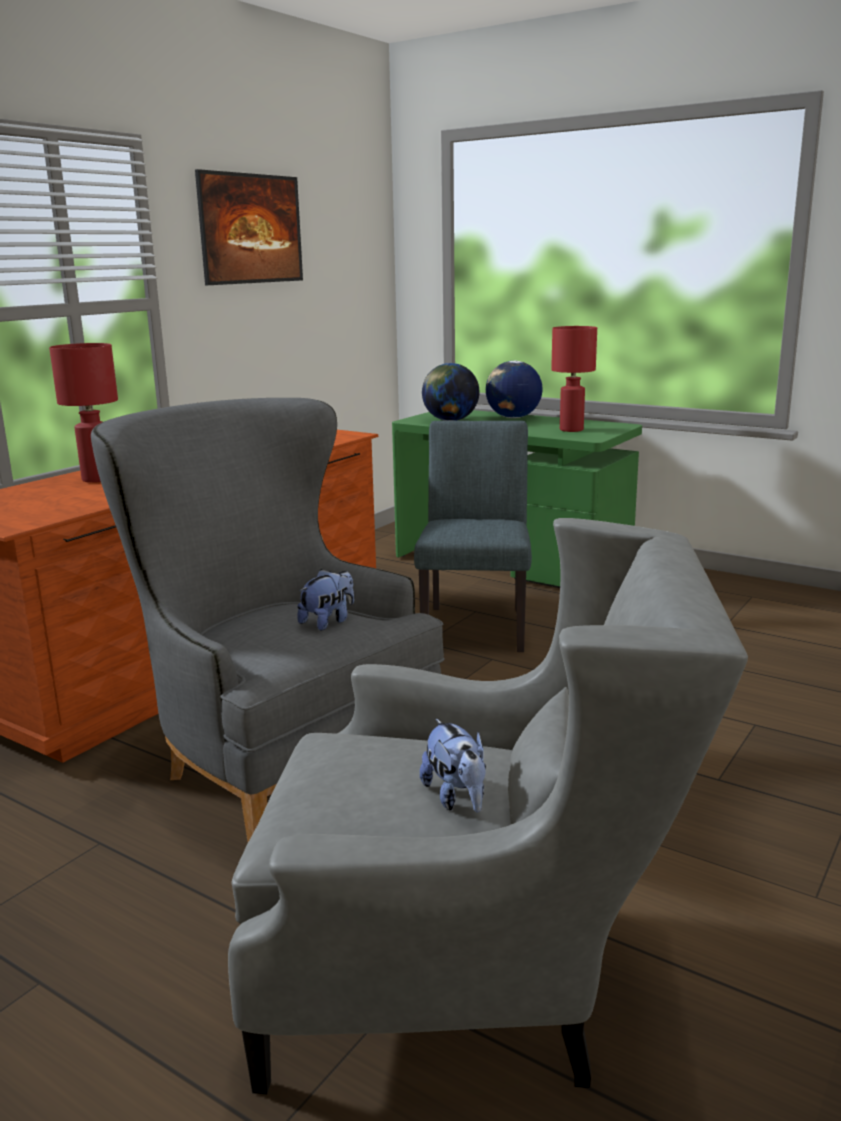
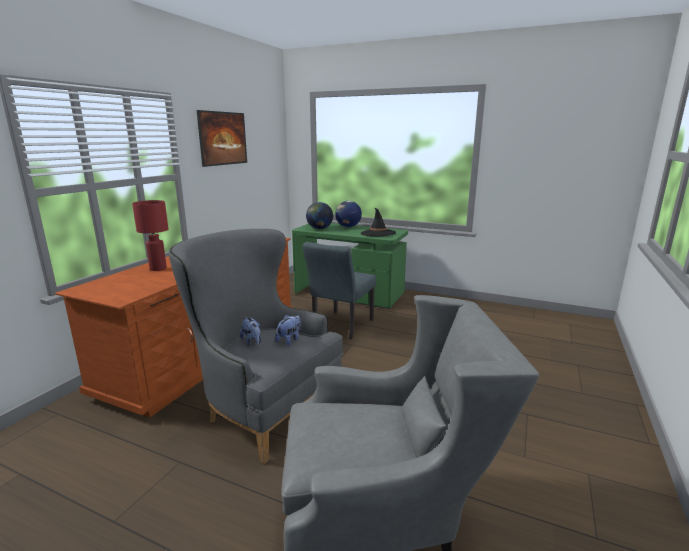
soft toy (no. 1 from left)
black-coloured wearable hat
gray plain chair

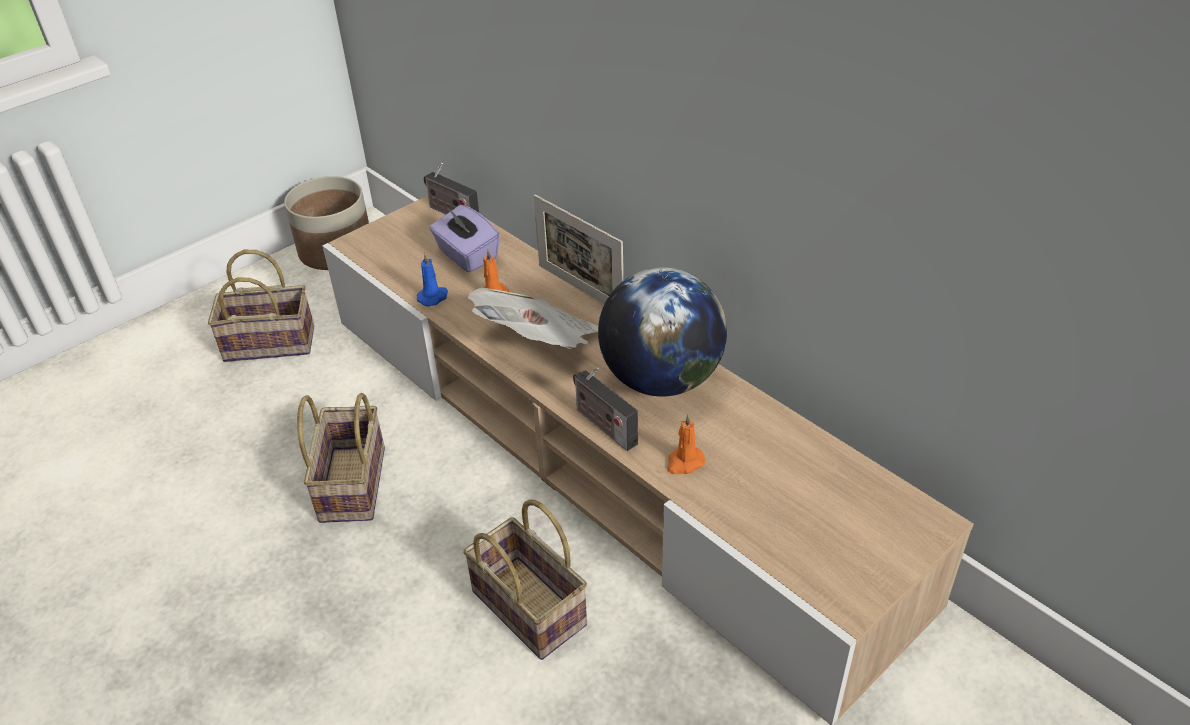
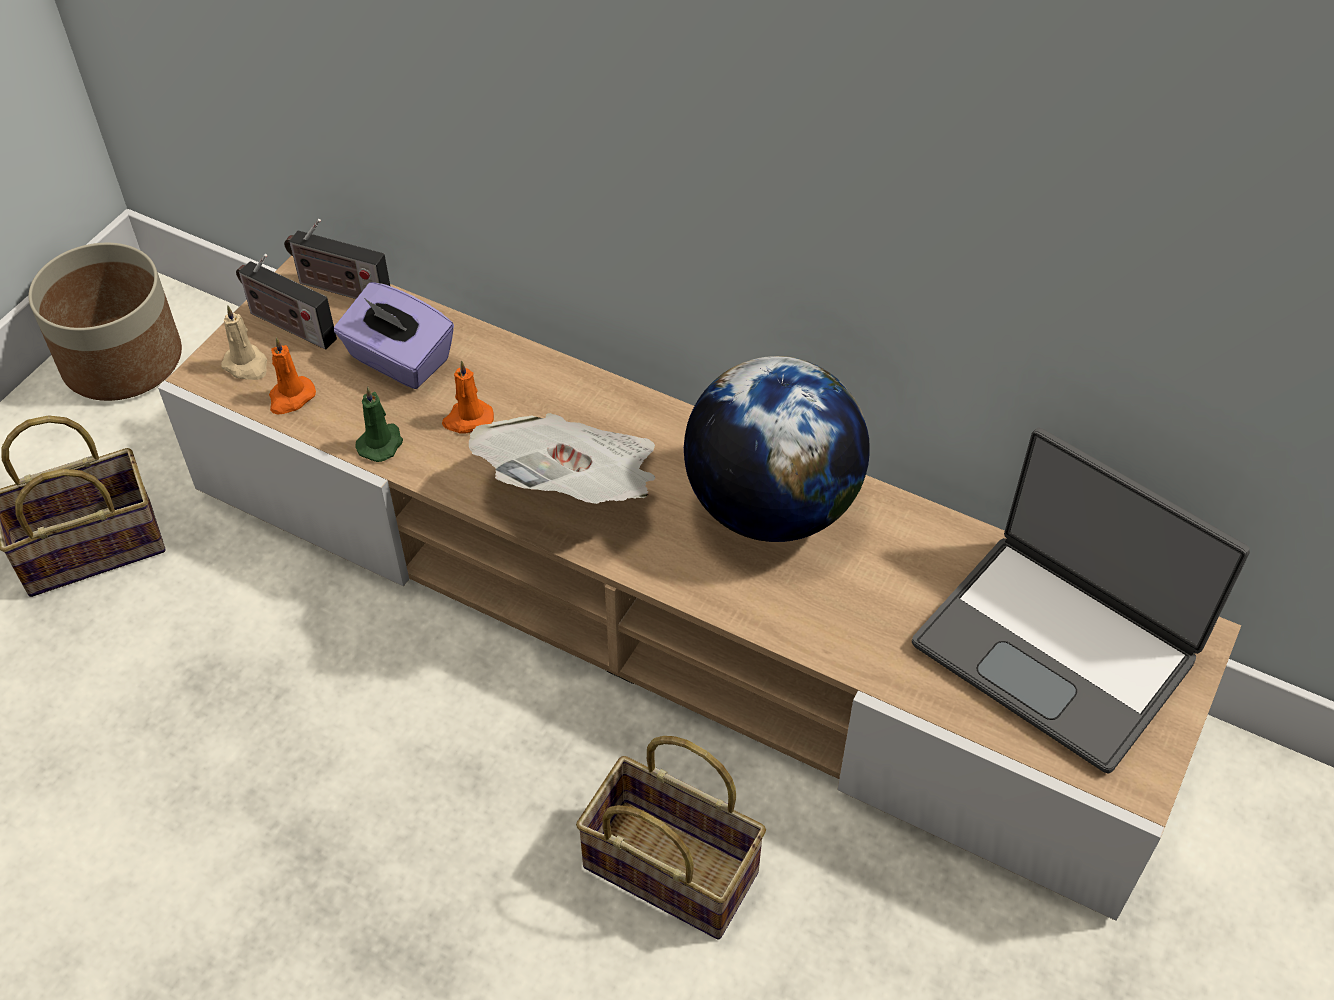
basket (no. 2 from left in the first image)
photo frame
beige wax light
notebook computer
radio set (no. 1 from left)
orange wax light (no. 1 from left)
green-coloured wax light

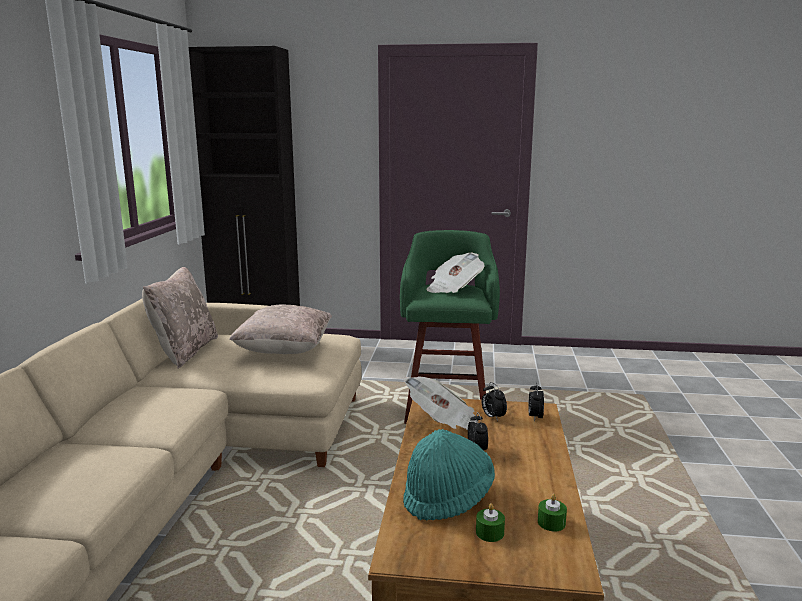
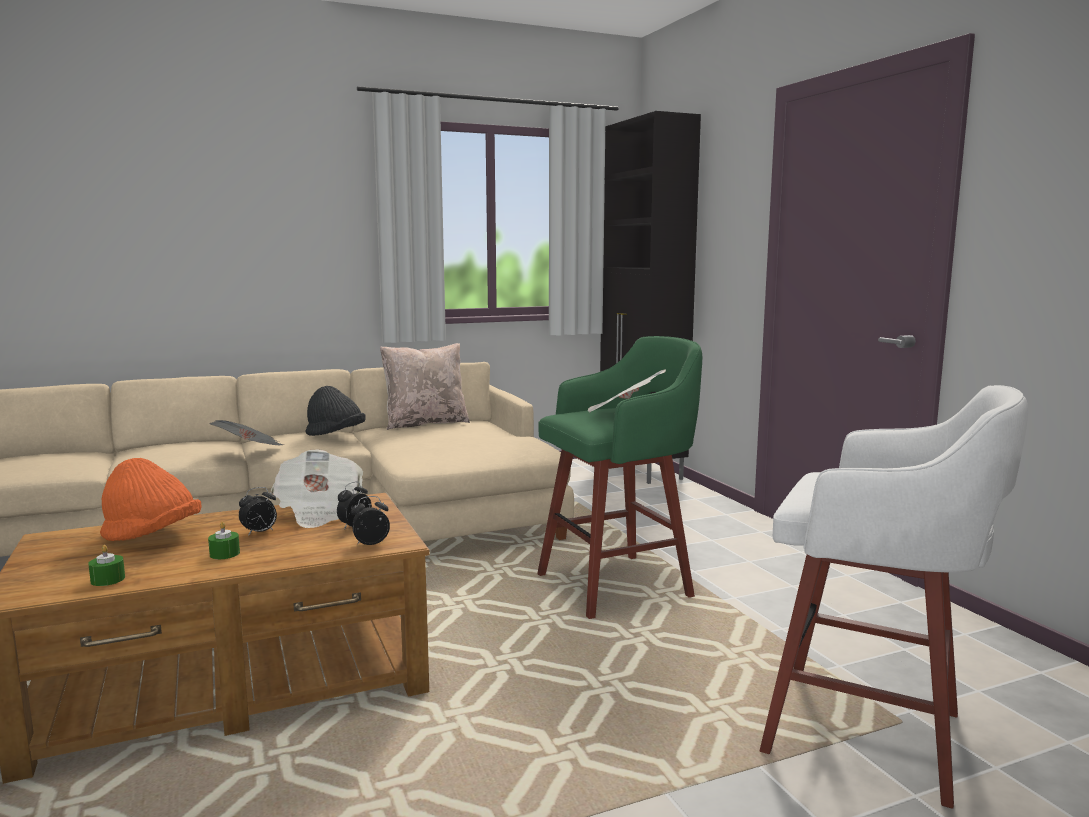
beige pillow (no. 2 from left in the first image)
daily paper (no. 1 from left)
black-coloured wearable hat
whitish stool
green-coloured wax light (no. 2 from left)
orange wearable hat

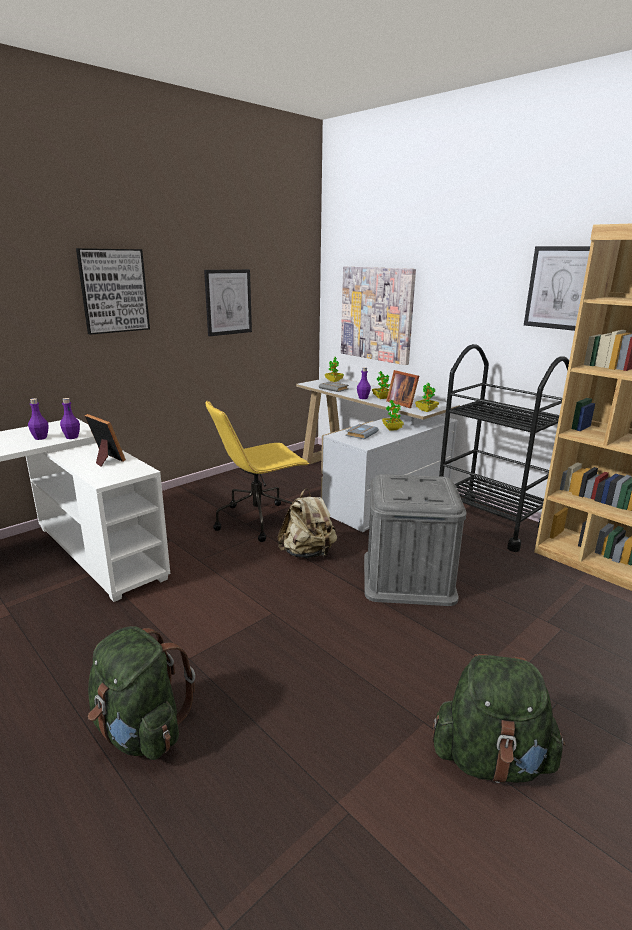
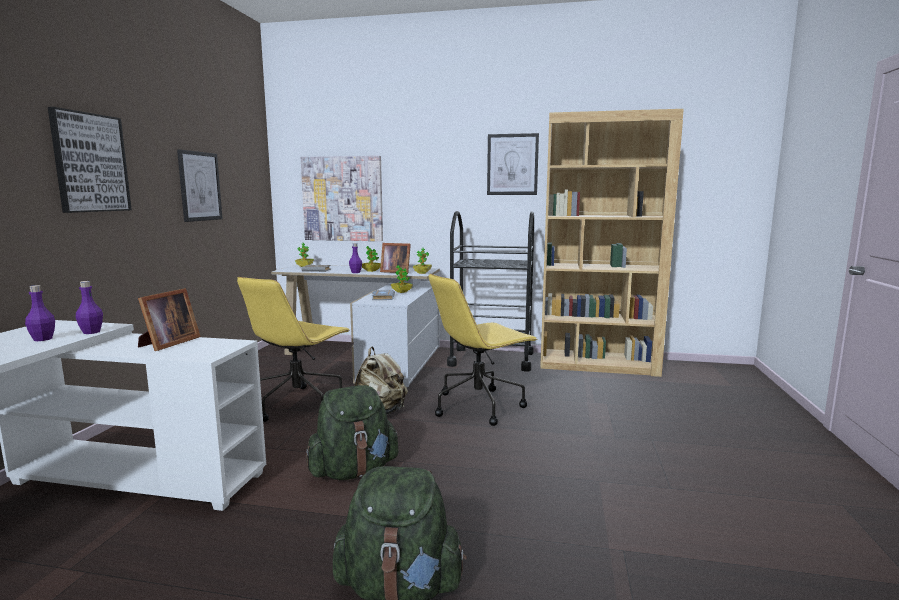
green-coloured backpack (no. 1 from left)
yellowish computer chair (no. 2 from left)
photo frame (no. 1 from left)

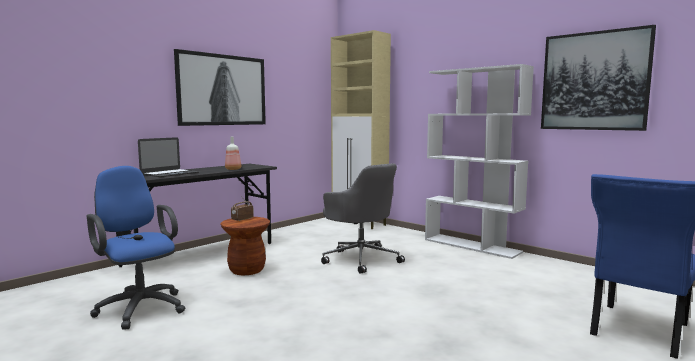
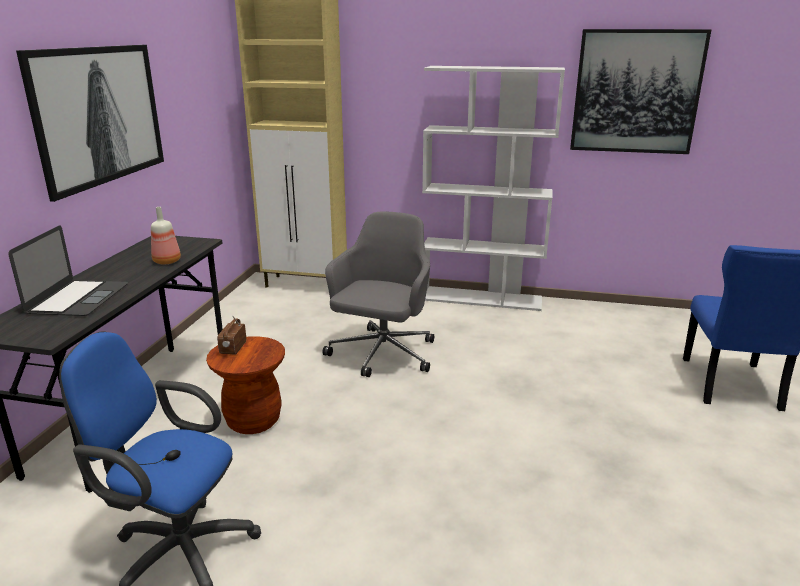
gray computer chair

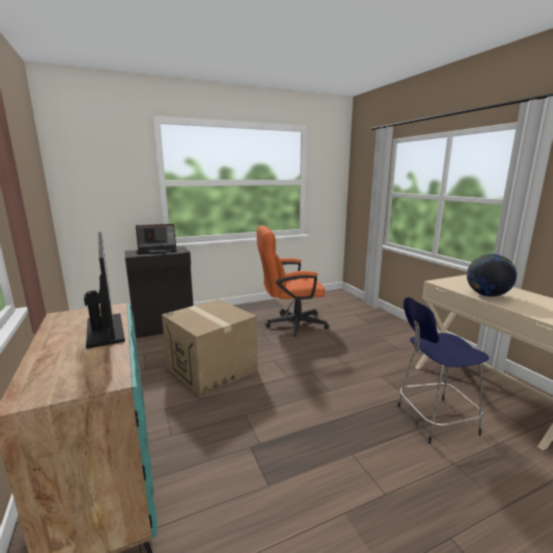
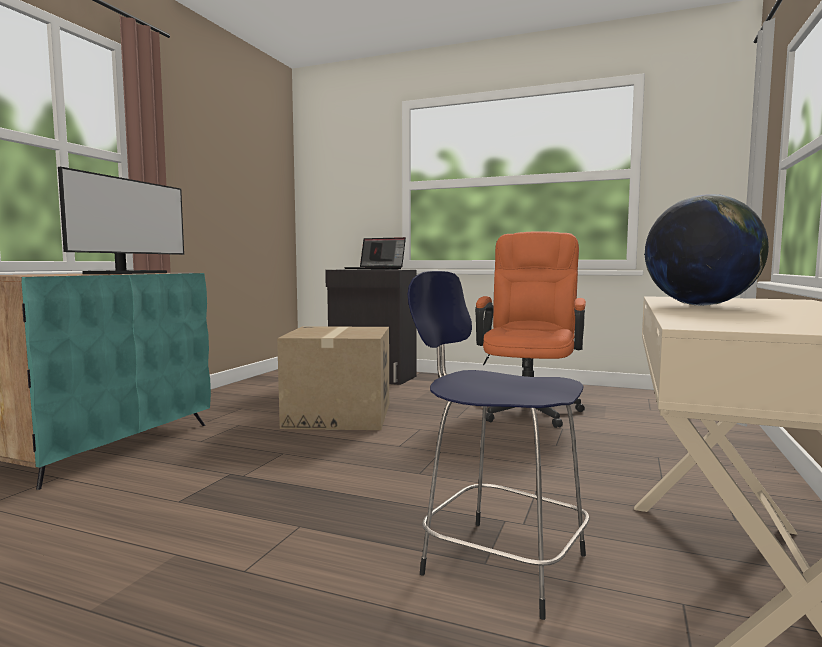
orange computer chair

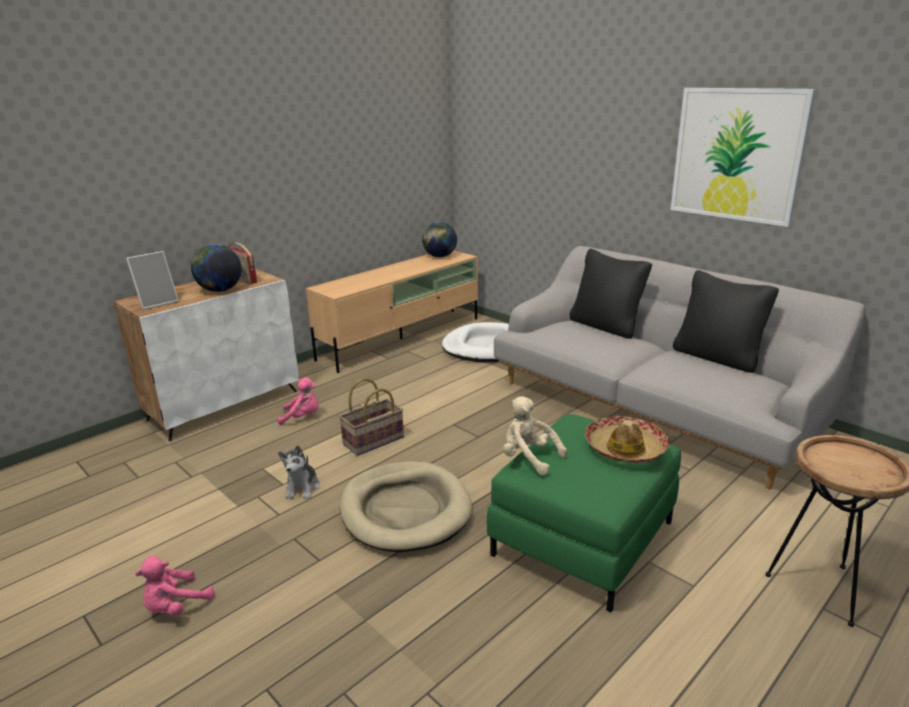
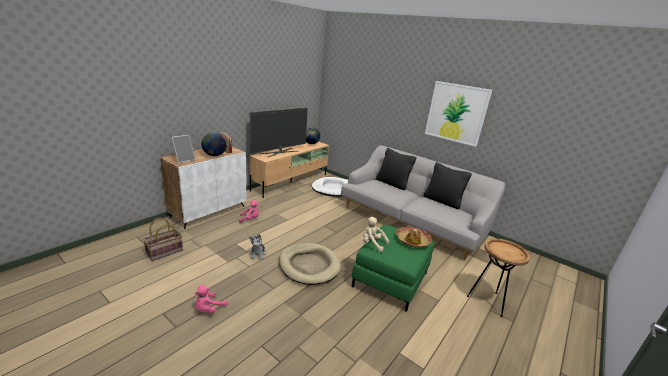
TV set
basket

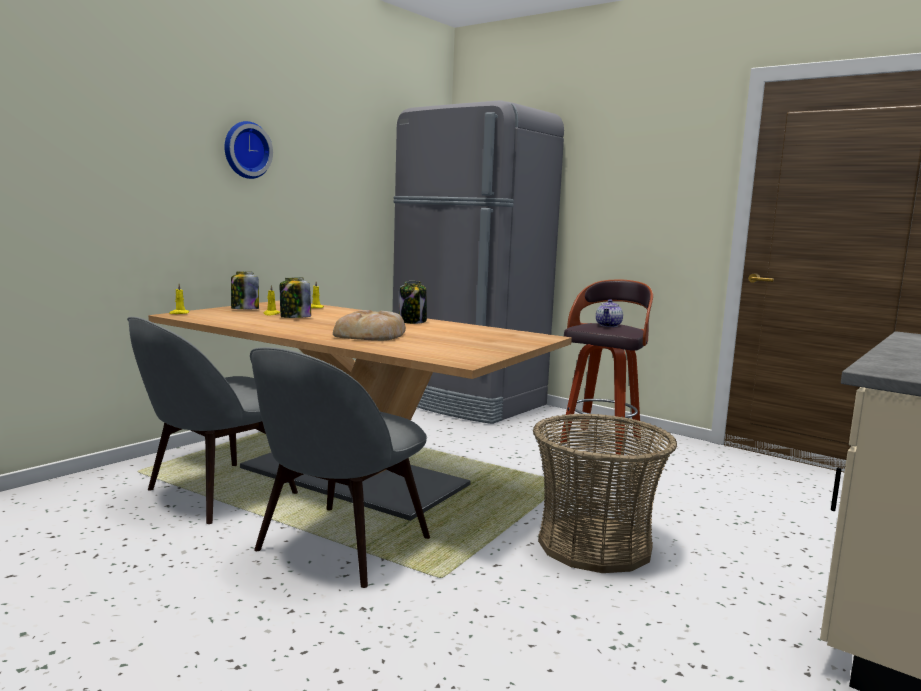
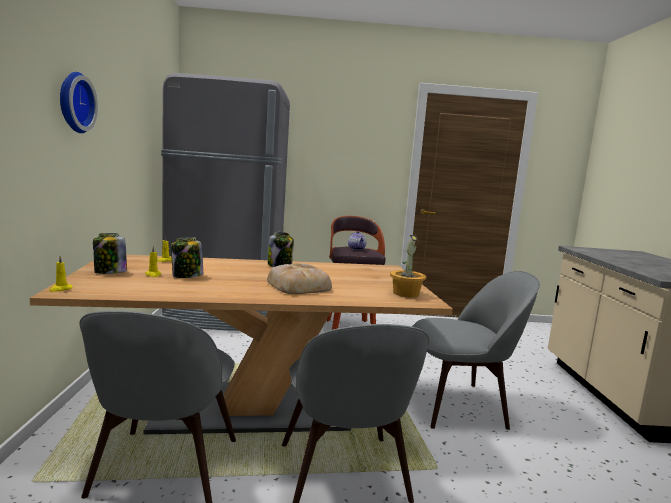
potted plant
gray plain chair (no. 3 from left)

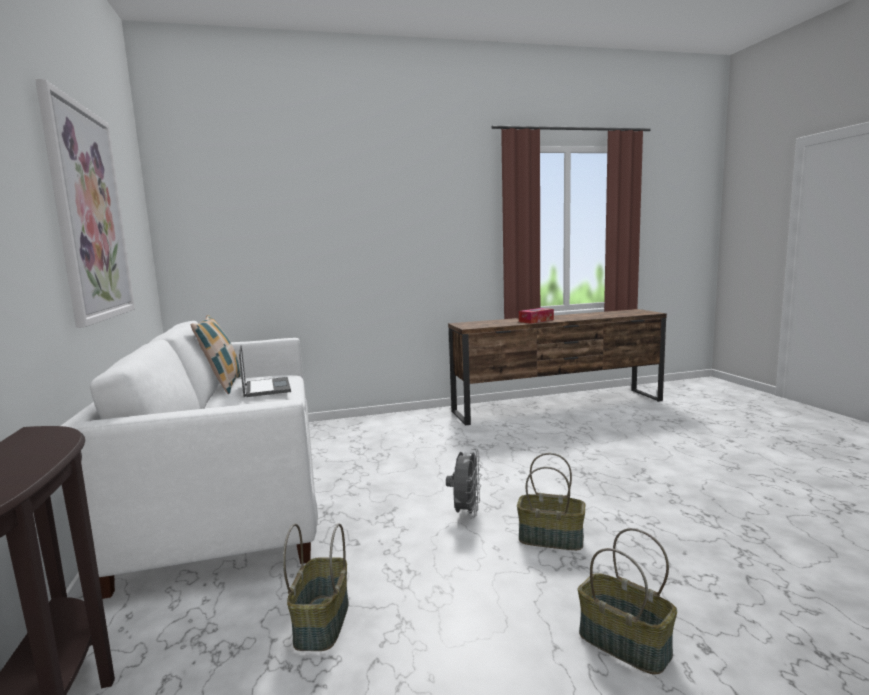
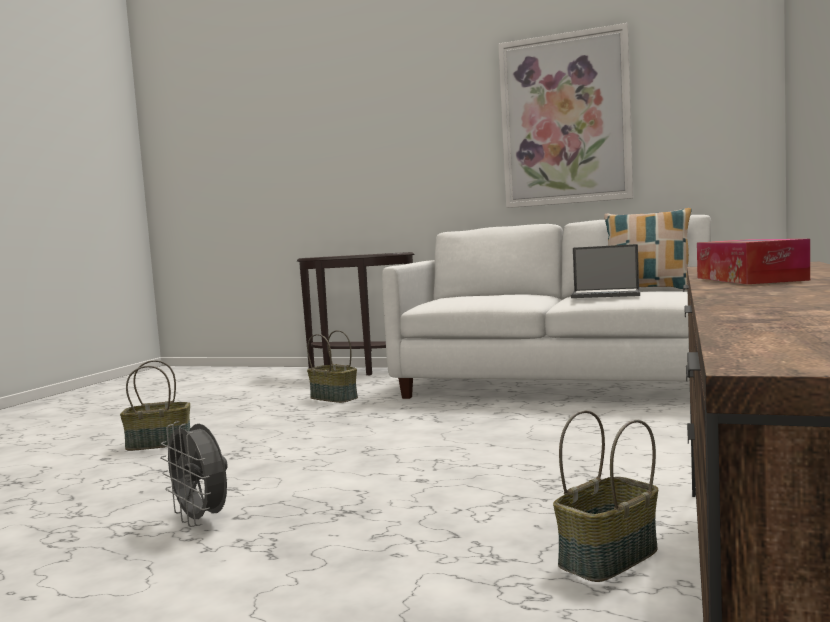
gray electric fan
basket (no. 3 from left)

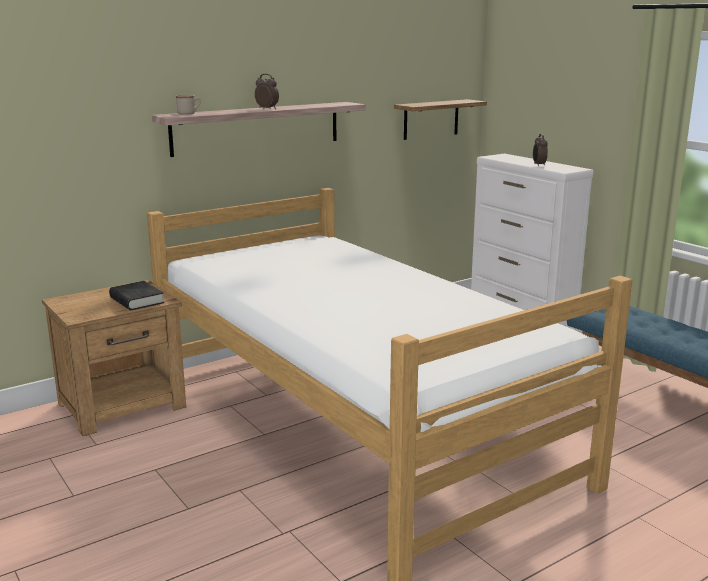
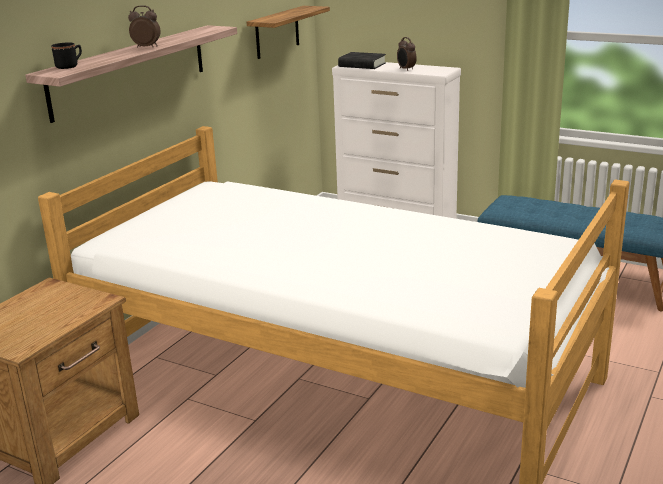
black-coloured bound book
black-coloured coffee mug

